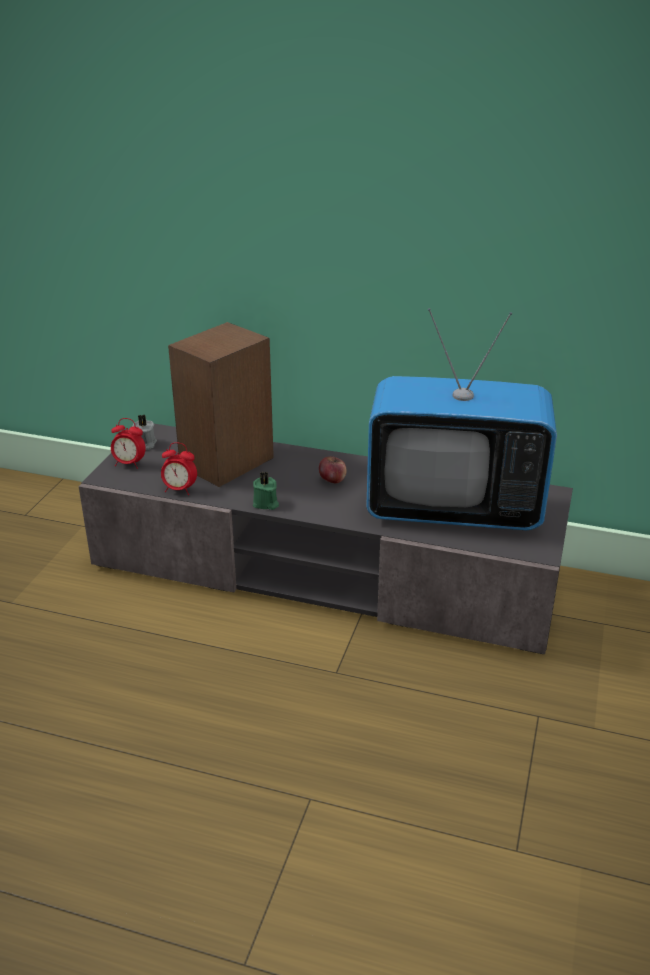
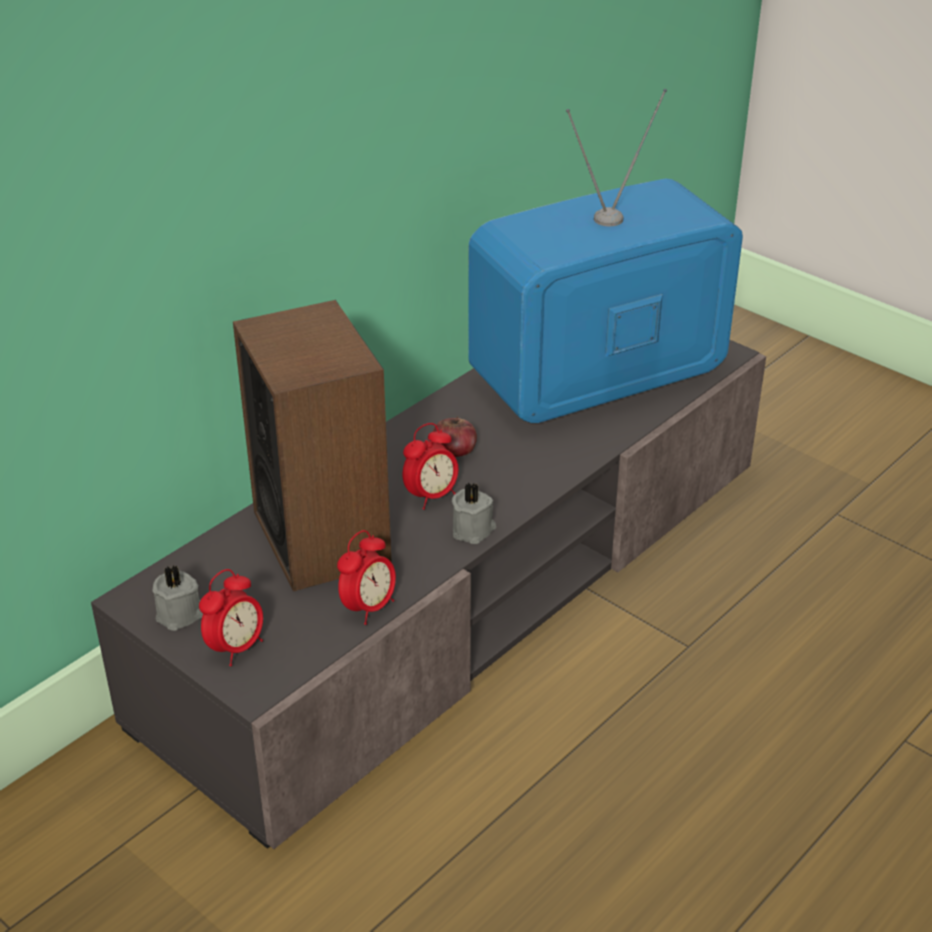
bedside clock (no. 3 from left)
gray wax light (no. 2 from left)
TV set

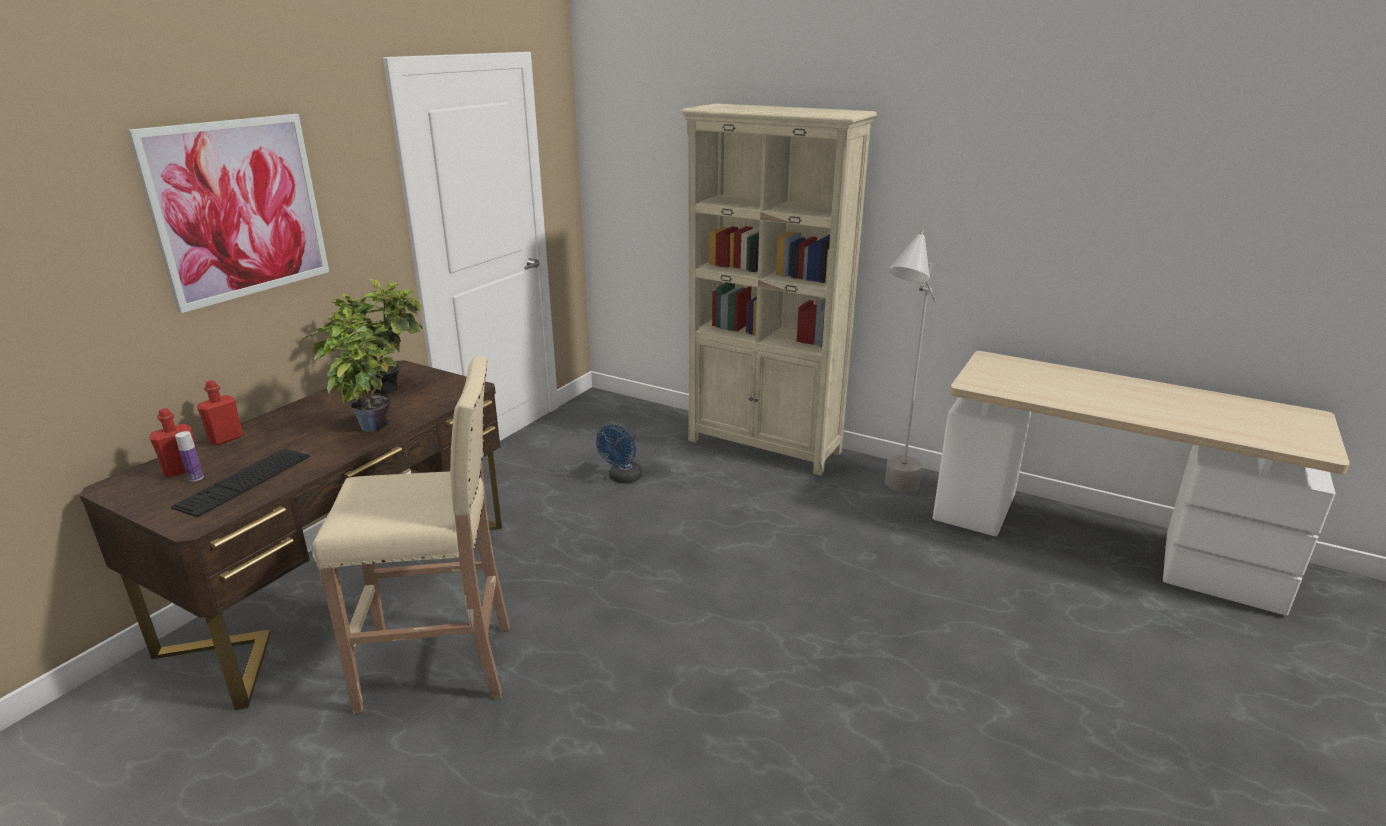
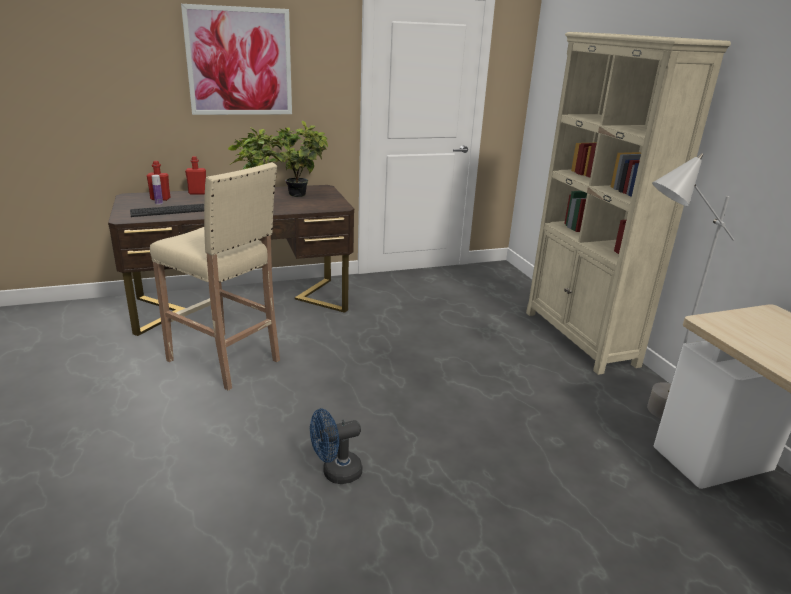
blue-coloured electric fan

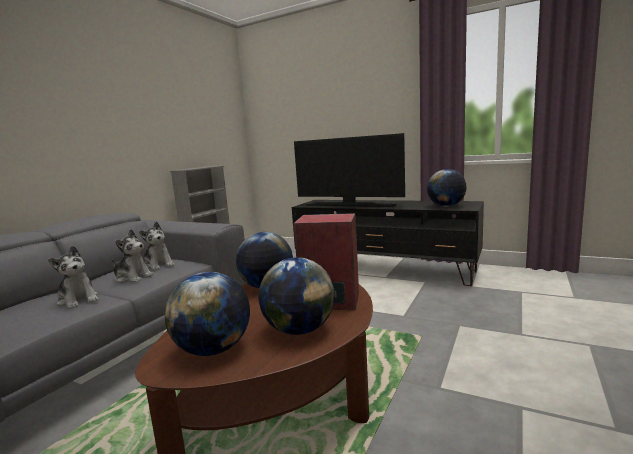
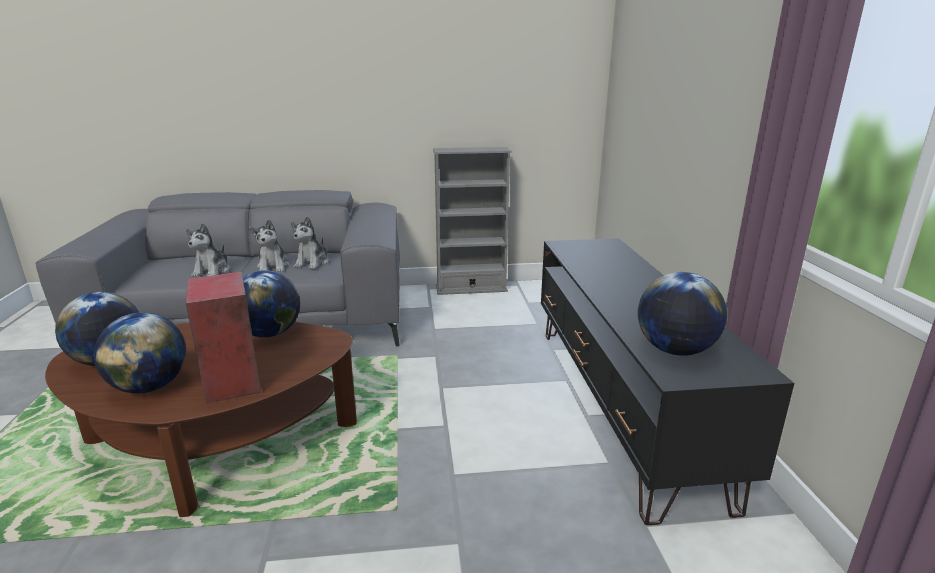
TV set

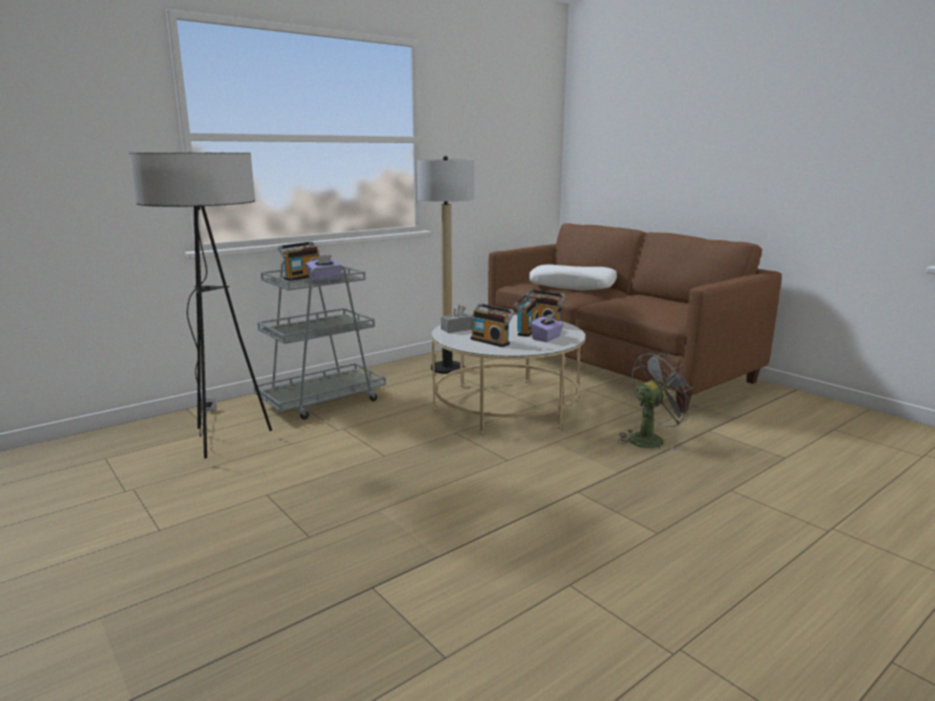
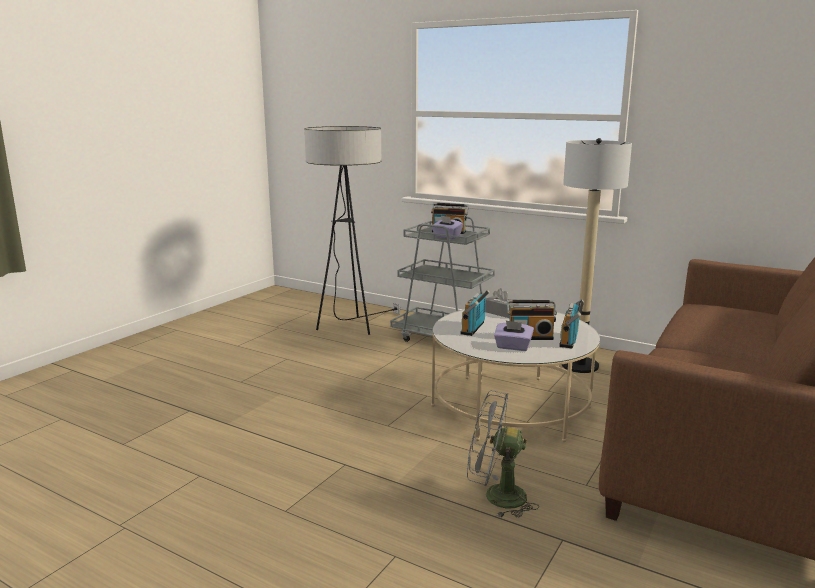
whitish pillow
gray electric fan

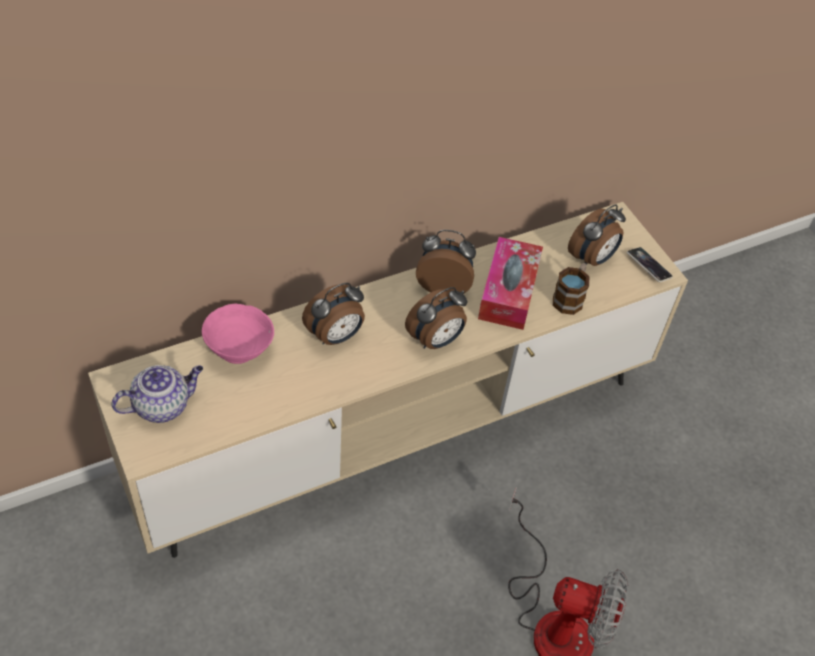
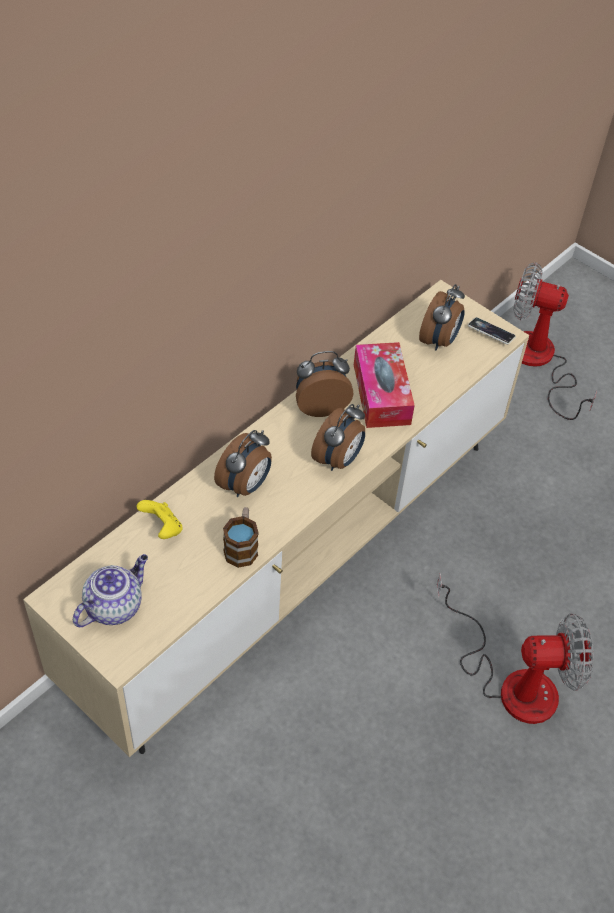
electric fan (no. 2 from left)
coffee mug
yellowish joypad

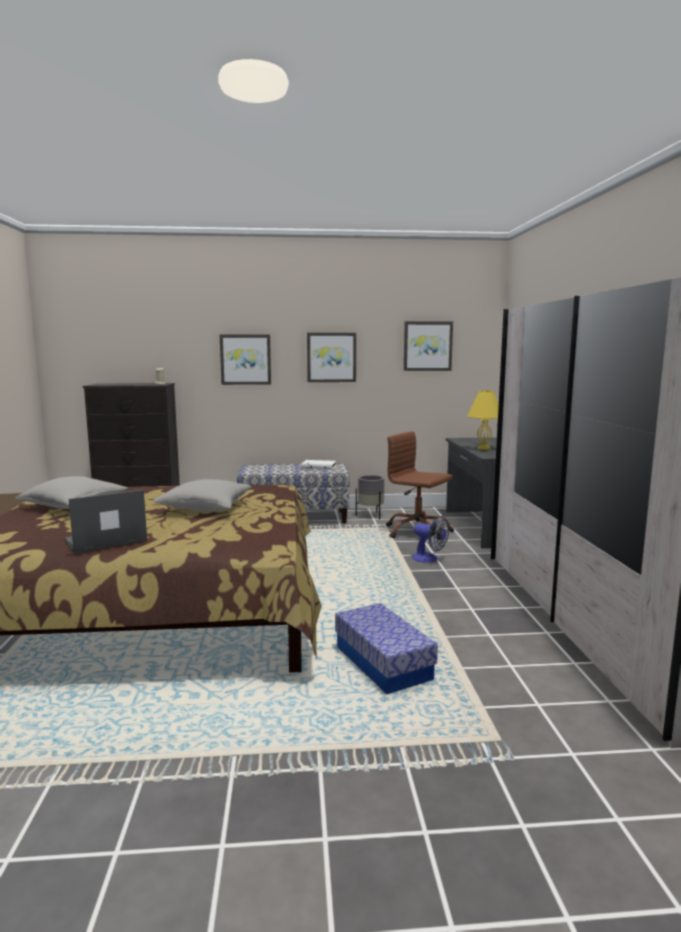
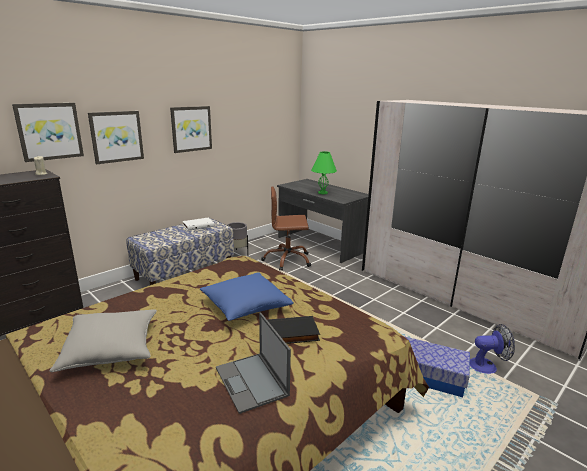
black-coloured bound book
wall art (no. 1 from left)
electric fan
blue-coloured pillow
green-coloured tabletop lamp
notebook computer

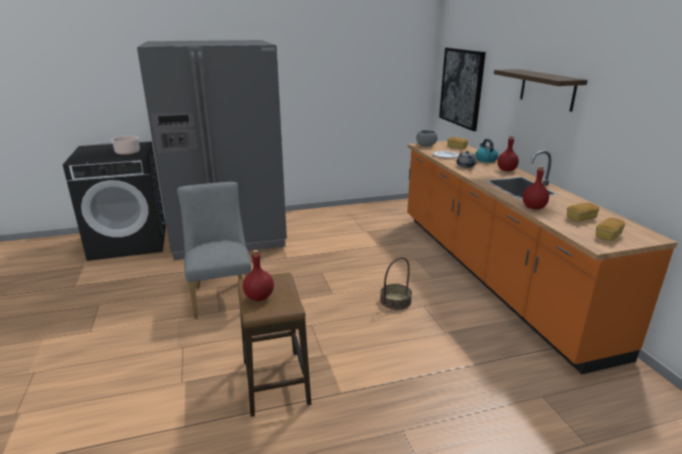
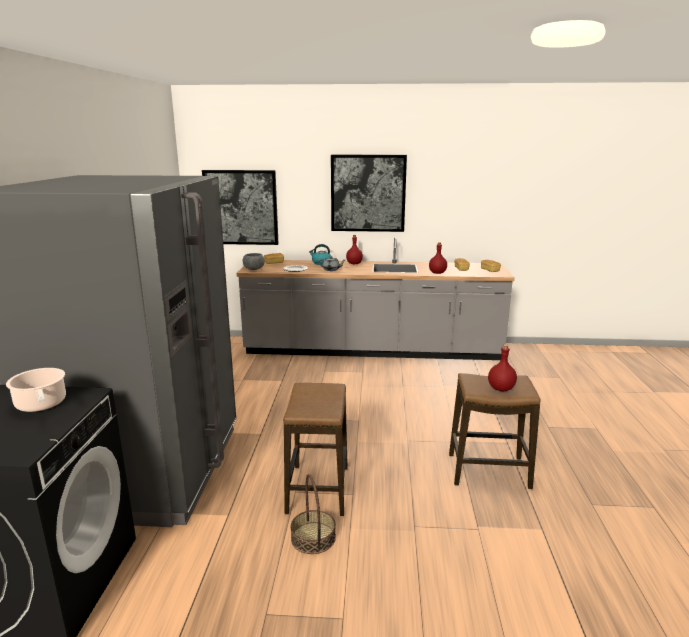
basket
stool (no. 1 from left)
wall art (no. 2 from left)
gray kitchen base unit

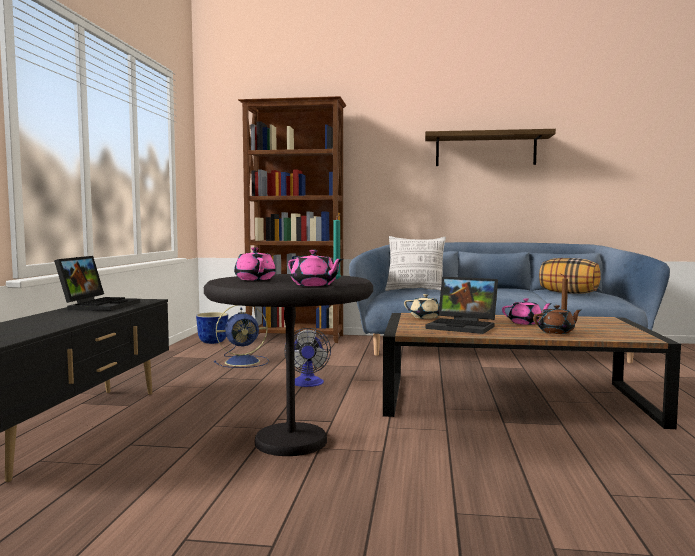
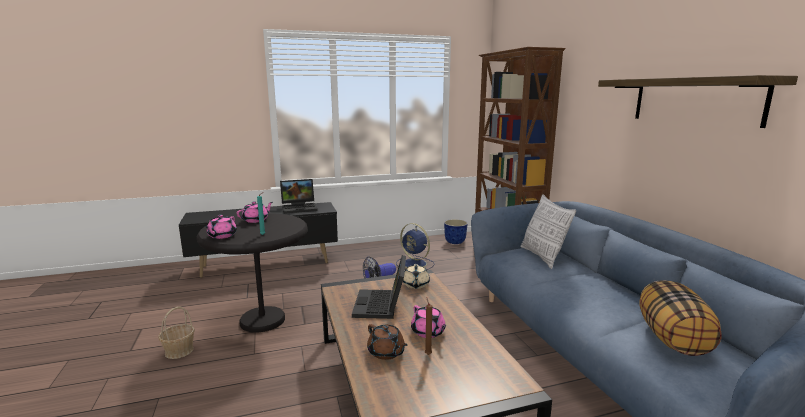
basket

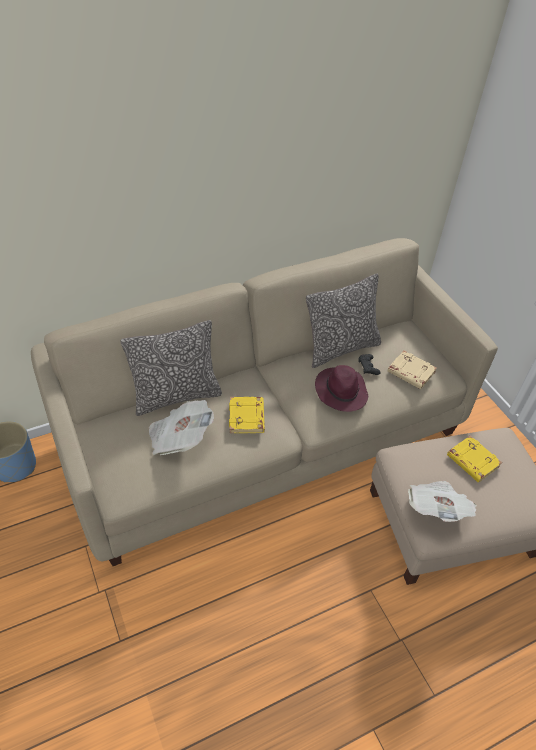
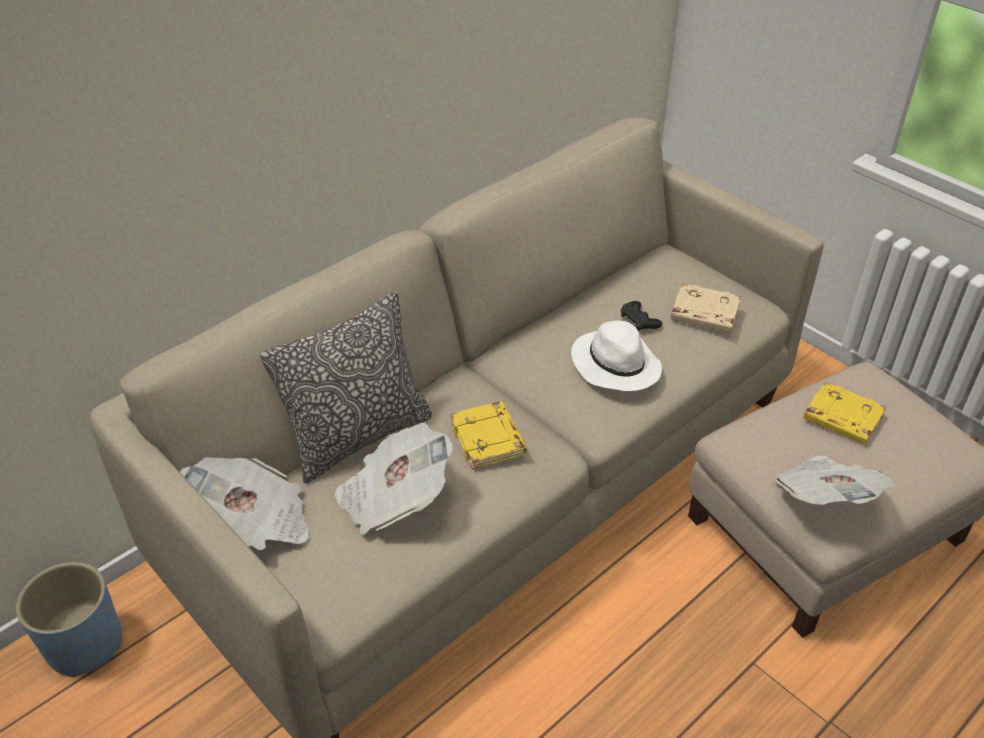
pillow (no. 2 from left in the first image)
daily paper (no. 1 from left)
whitish wearable hat

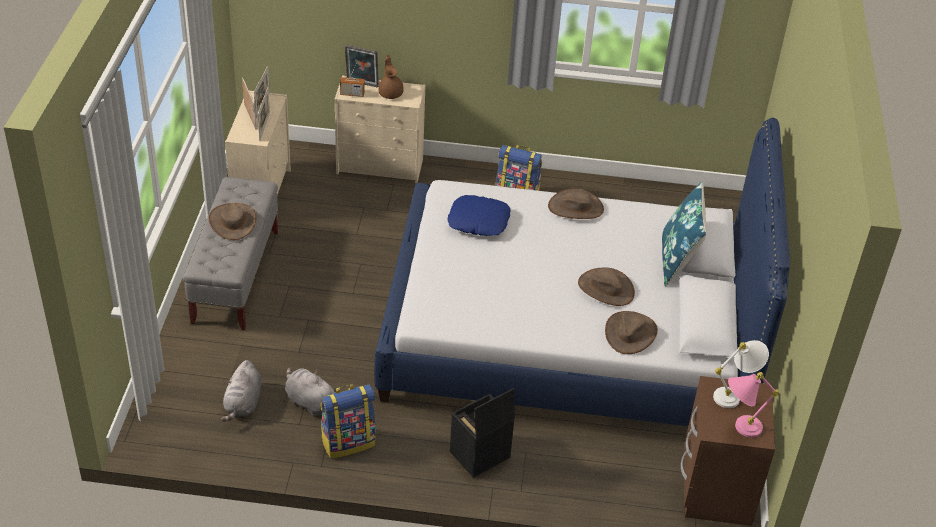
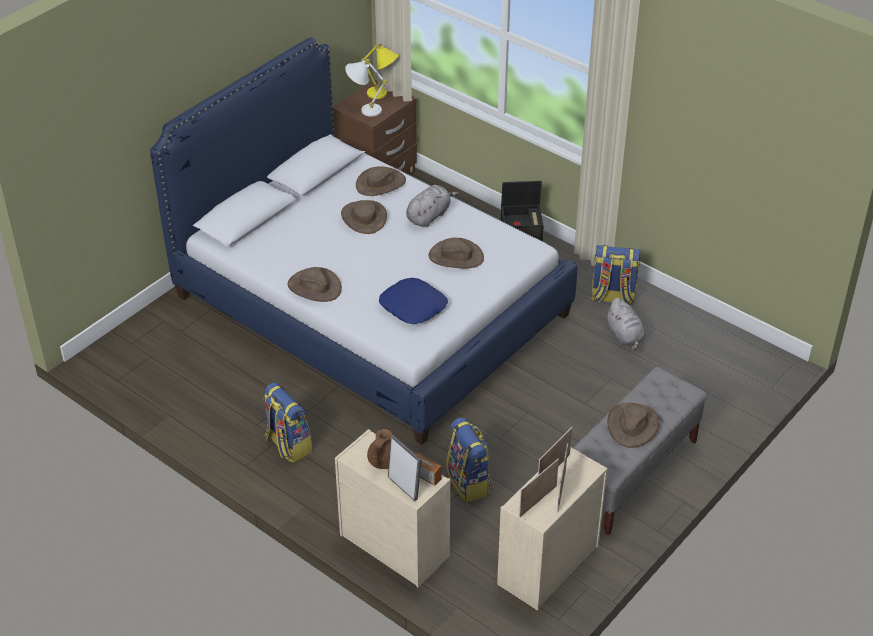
blue-coloured pillow (no. 2 from left in the first image)
brownish wearable hat (no. 4 from left)
backpack (no. 2 from left)
gray soft toy (no. 1 from left)
yellowish tabletop lamp

